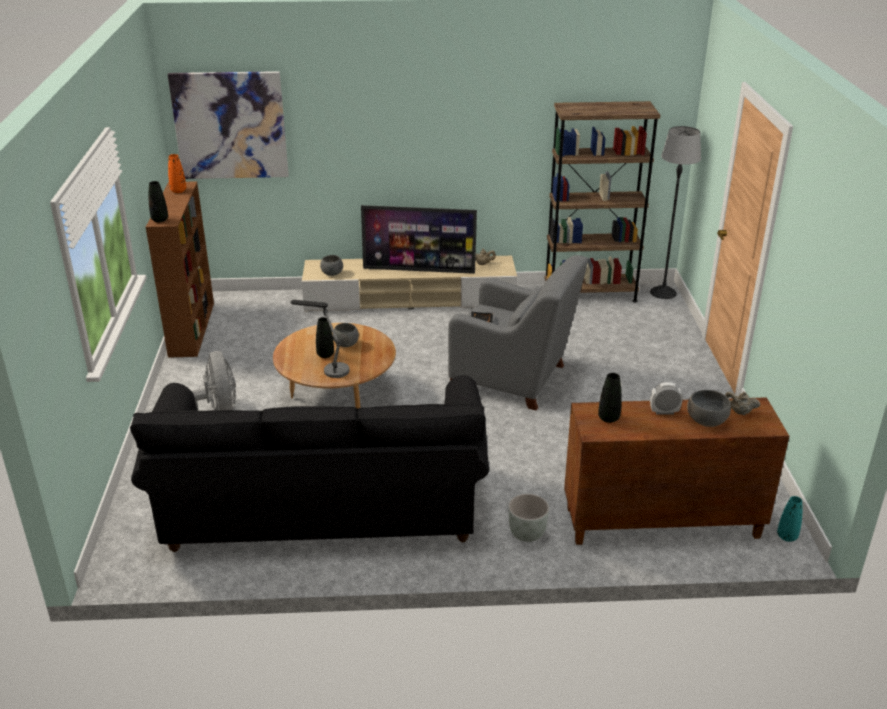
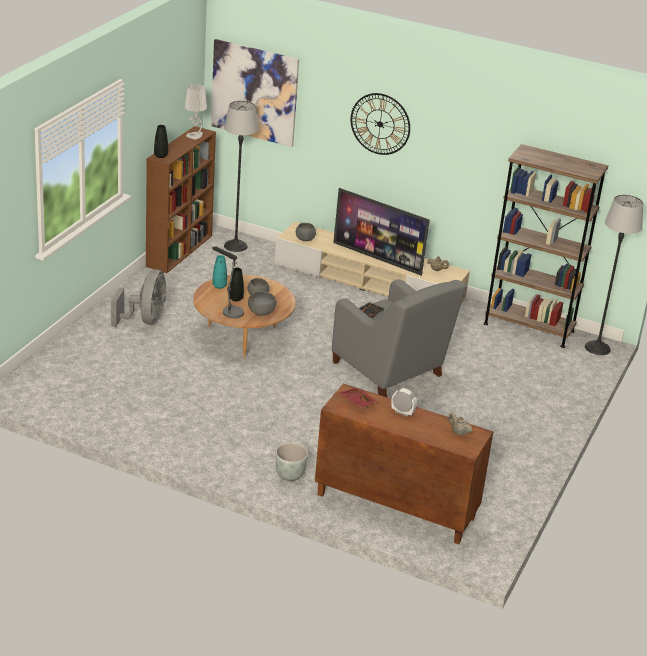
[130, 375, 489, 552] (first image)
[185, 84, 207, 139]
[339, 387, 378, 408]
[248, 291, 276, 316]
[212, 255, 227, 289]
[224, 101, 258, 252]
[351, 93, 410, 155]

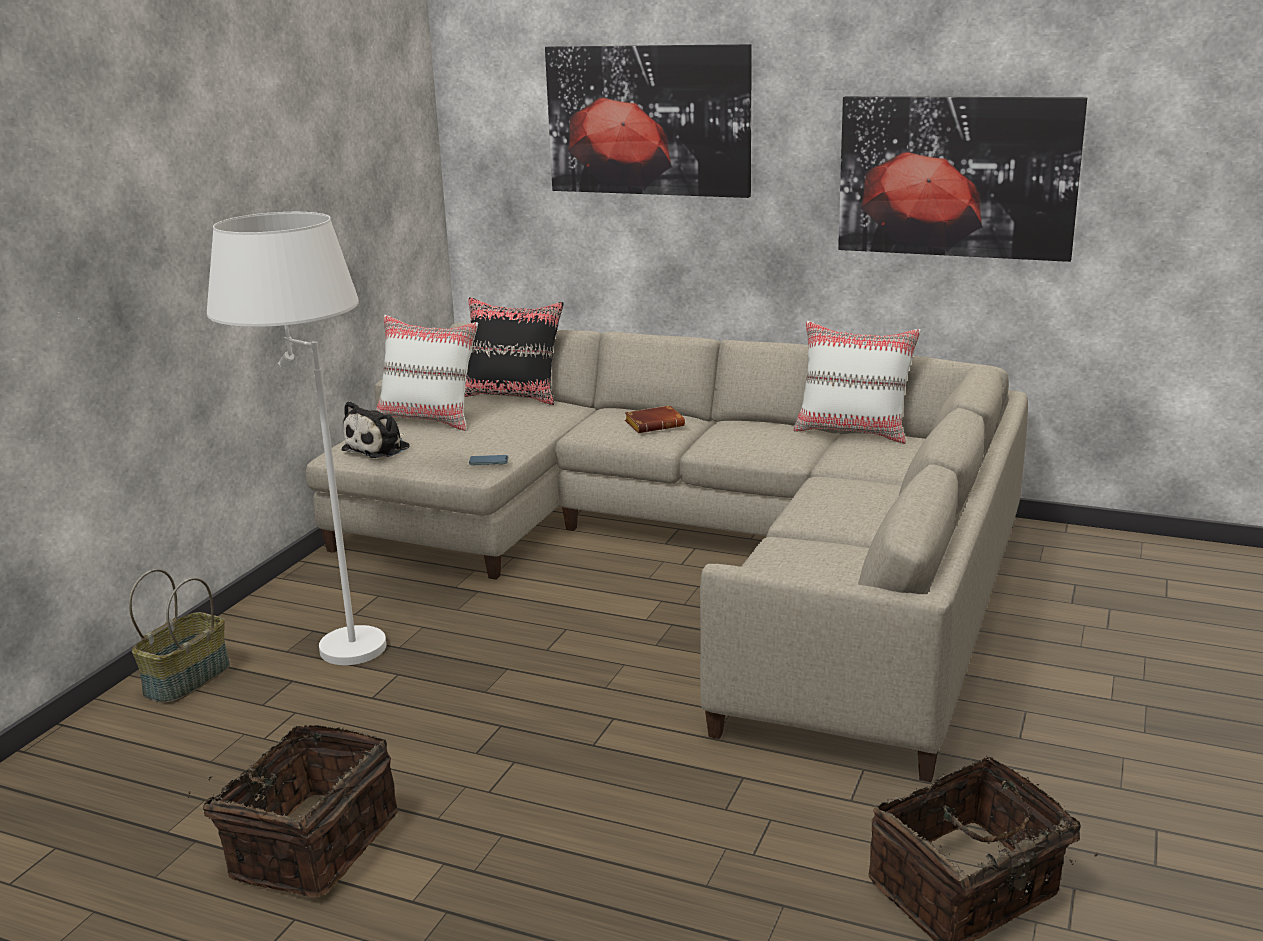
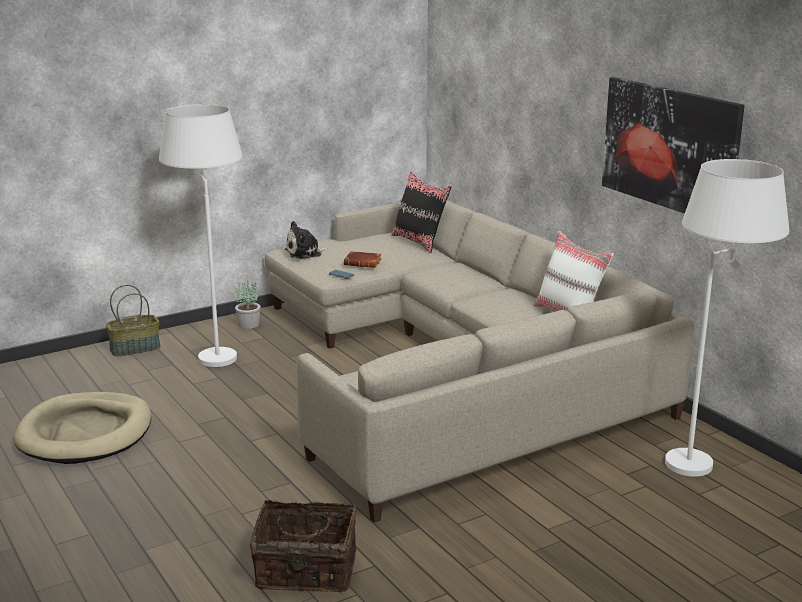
[14, 392, 151, 464]
[376, 315, 478, 431] (first image)
[545, 44, 752, 198] (first image)
[343, 251, 381, 268]
[235, 281, 261, 329]
[665, 159, 789, 477]

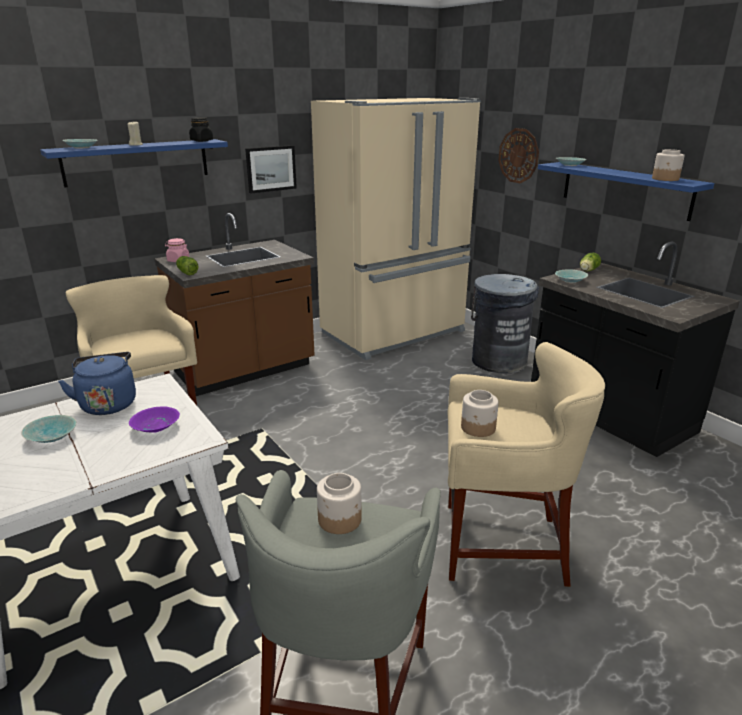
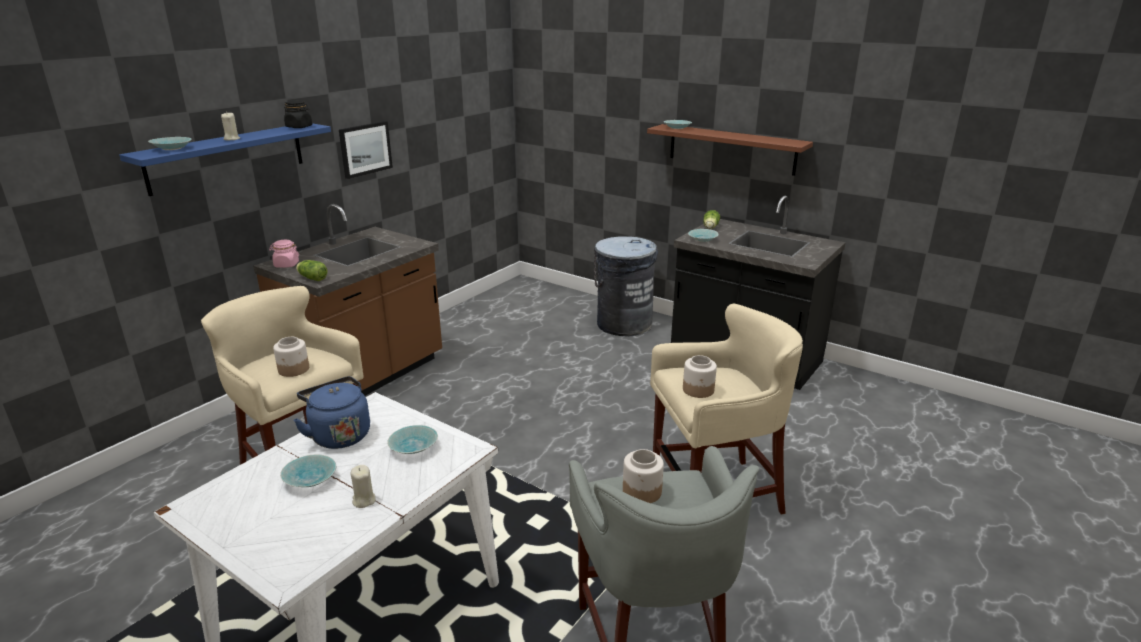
[387, 425, 438, 454]
[311, 98, 481, 360] (first image)
[498, 128, 539, 183] (first image)
[647, 124, 813, 176]
[273, 337, 309, 377]
[350, 465, 376, 508]

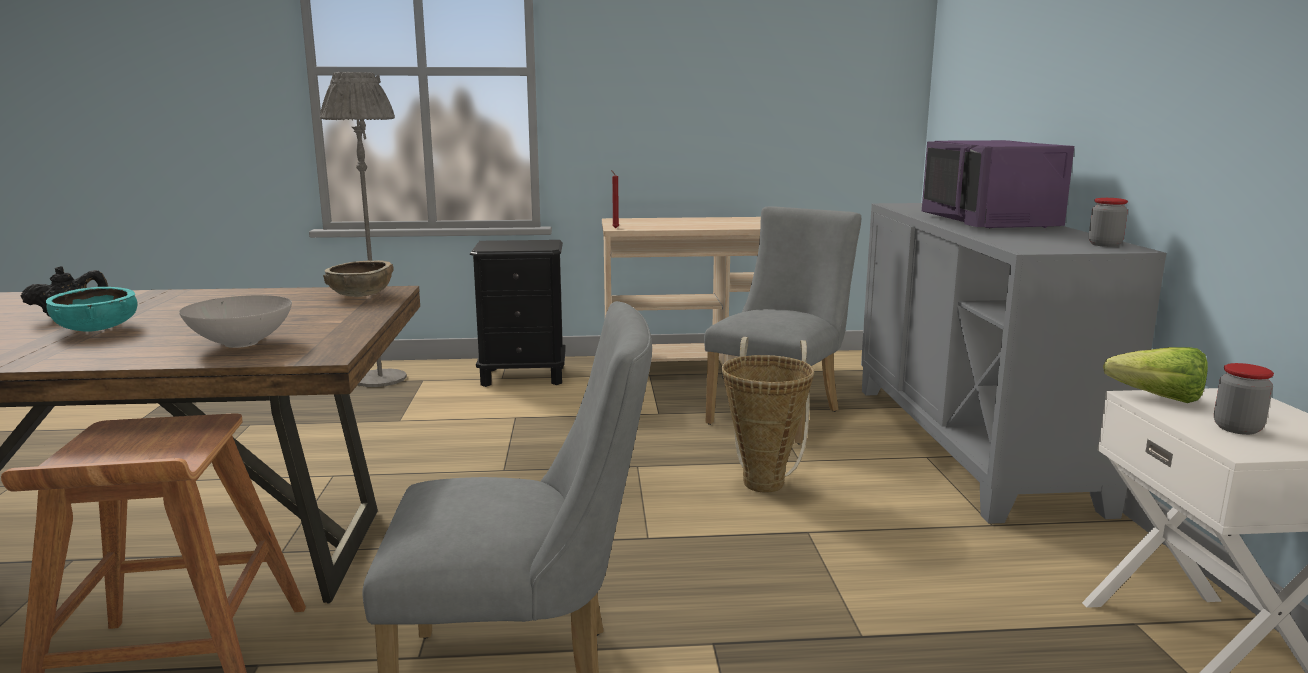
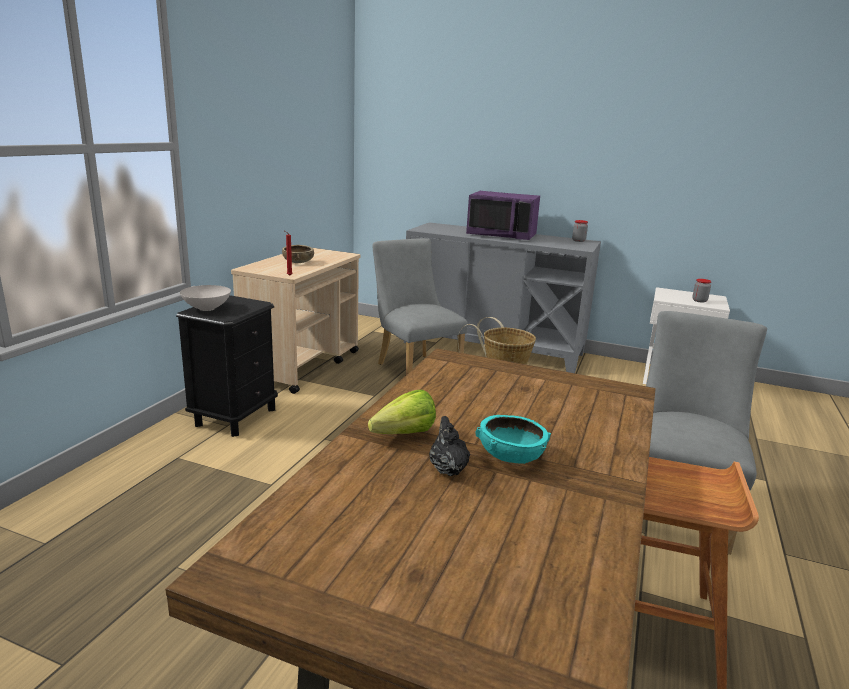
[180, 285, 231, 311]
[320, 72, 407, 387] (first image)
[282, 245, 314, 263]
[368, 390, 436, 434]

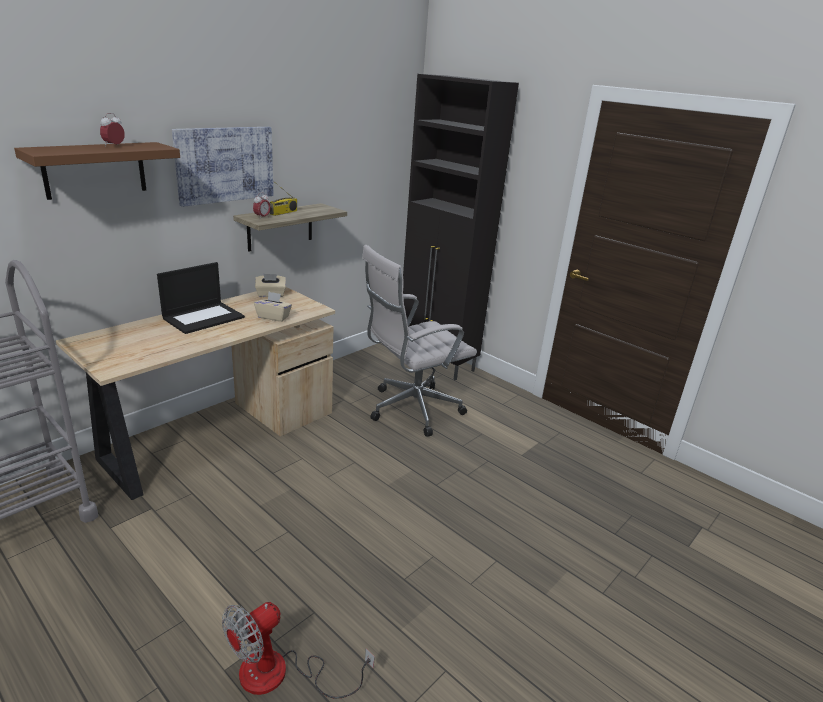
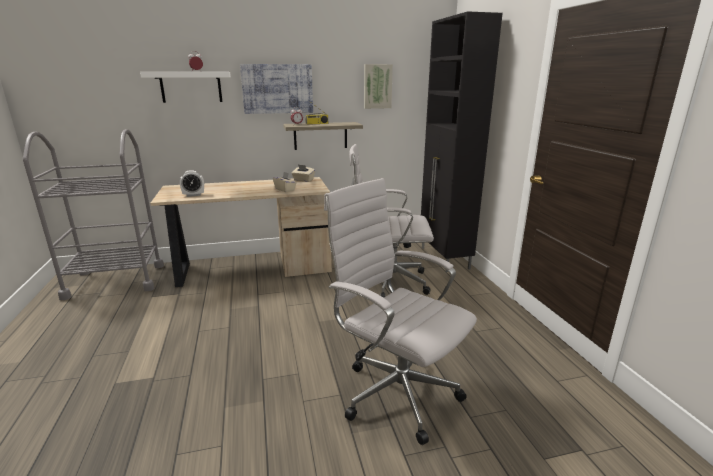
[140, 72, 231, 103]
[157, 262, 245, 334] (first image)
[222, 602, 375, 699] (first image)
[180, 170, 204, 197]
[324, 178, 477, 445]
[364, 64, 393, 109]

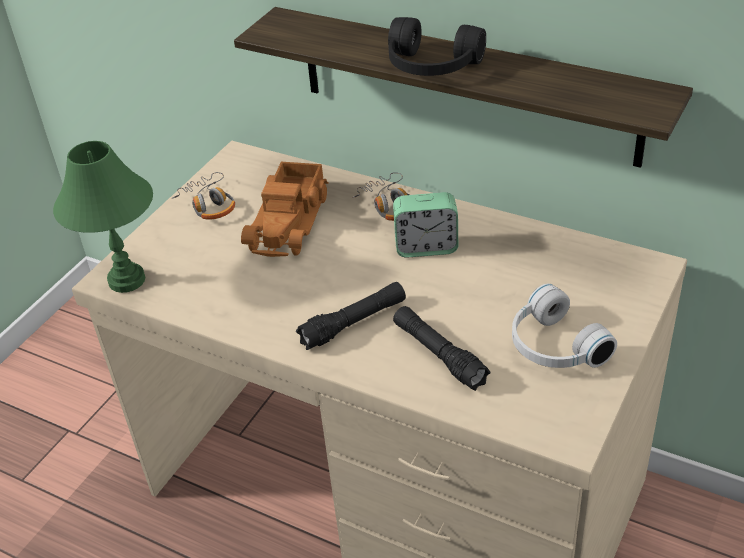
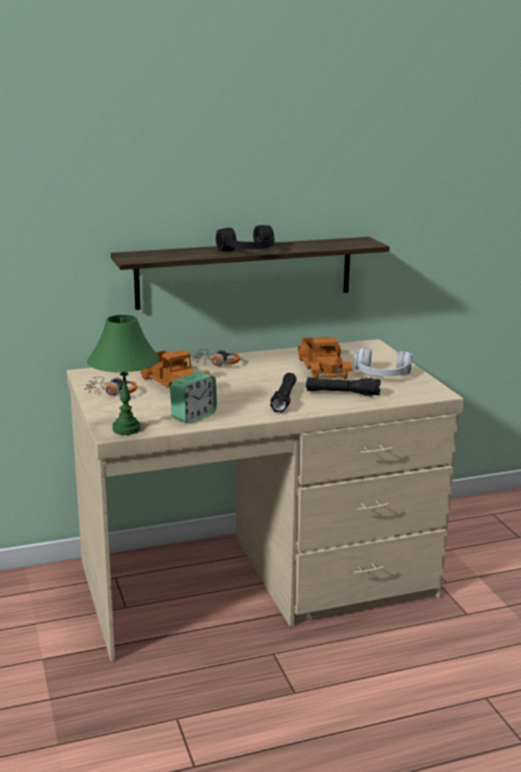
[170, 372, 217, 423]
[298, 337, 352, 379]

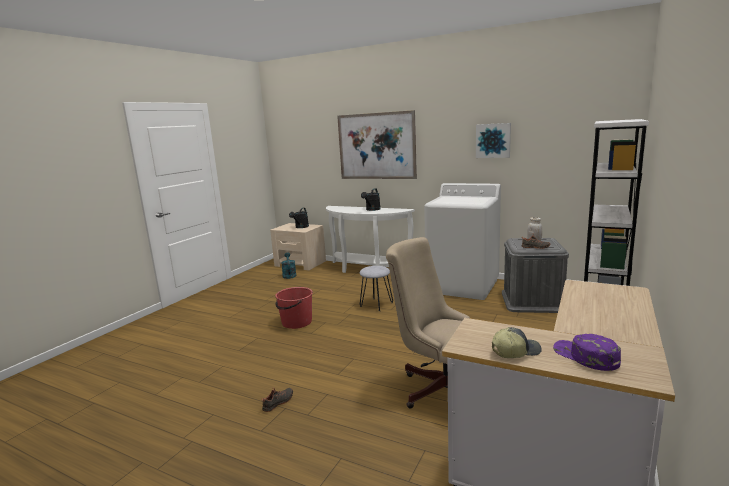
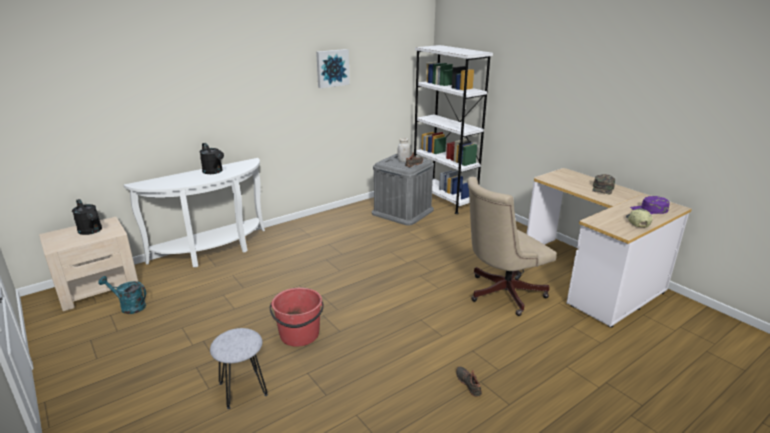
[337, 110, 417, 179] (first image)
[210, 328, 268, 409]
[424, 183, 501, 300] (first image)
[592, 174, 615, 194]

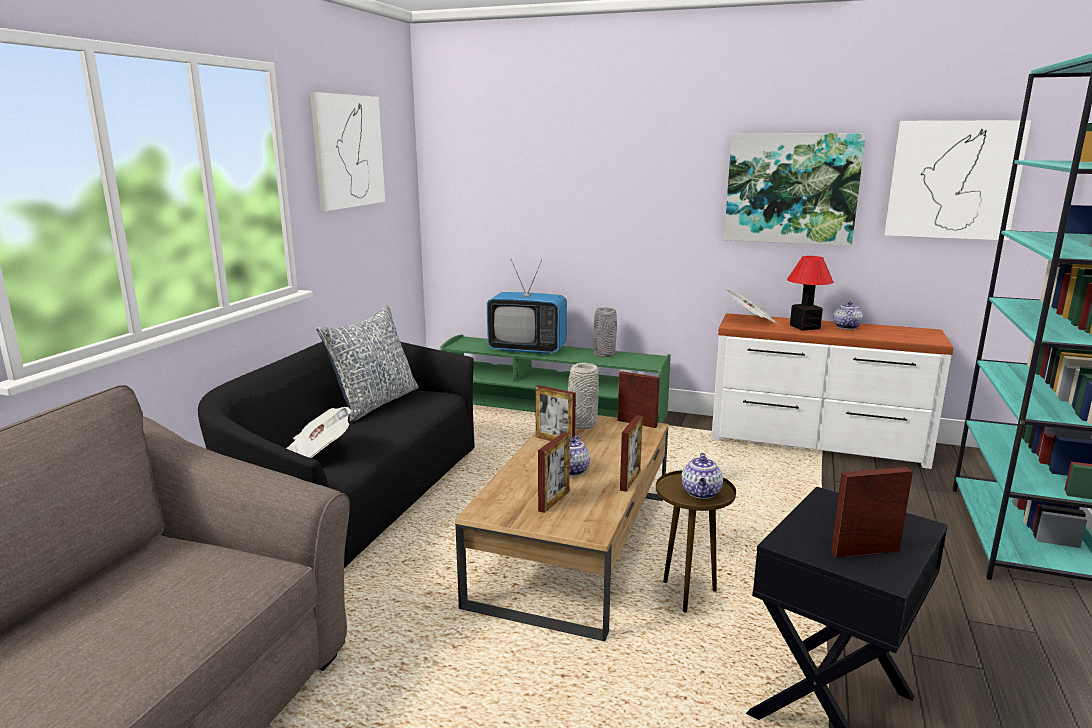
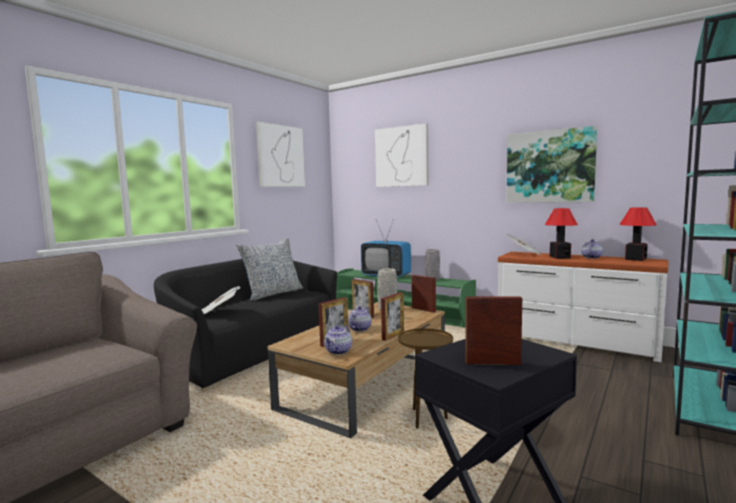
[324, 325, 352, 355]
[375, 123, 429, 187]
[619, 207, 656, 261]

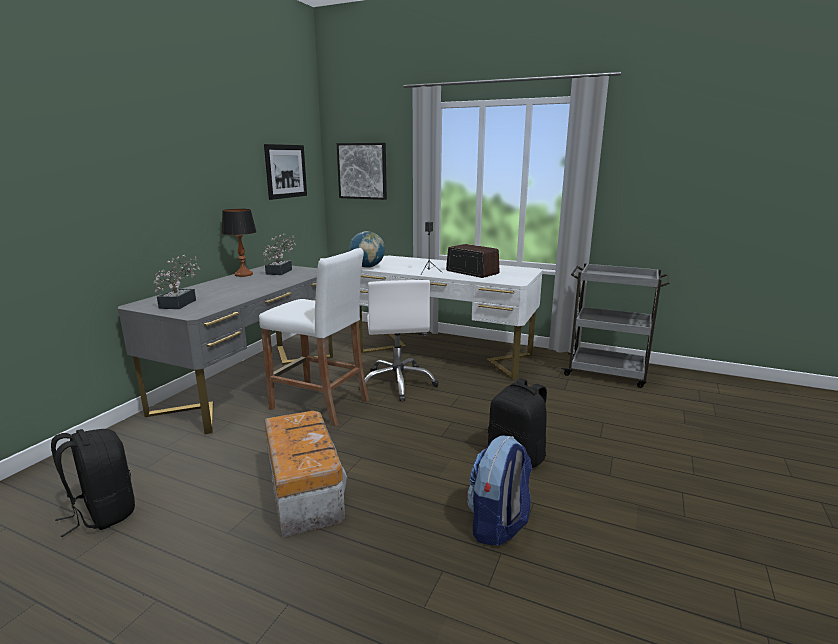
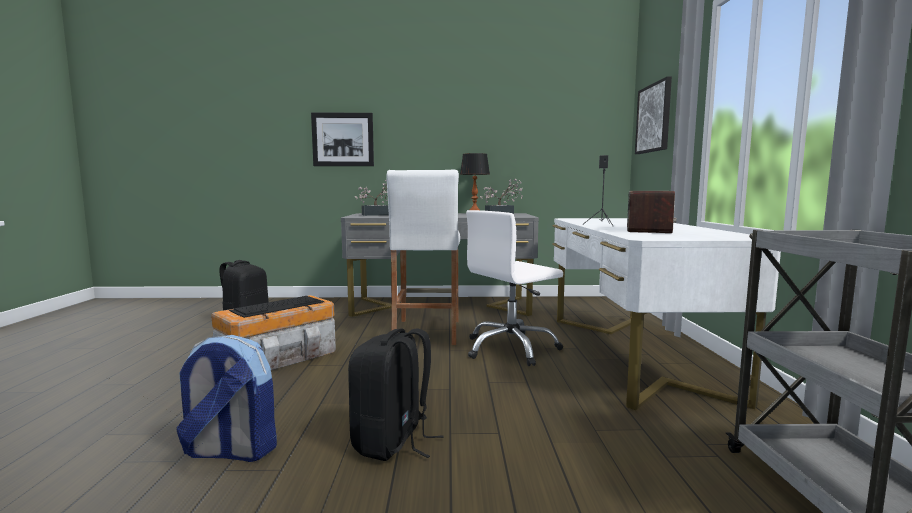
[311, 113, 374, 166]
[349, 231, 385, 268] (first image)
[229, 296, 324, 318]

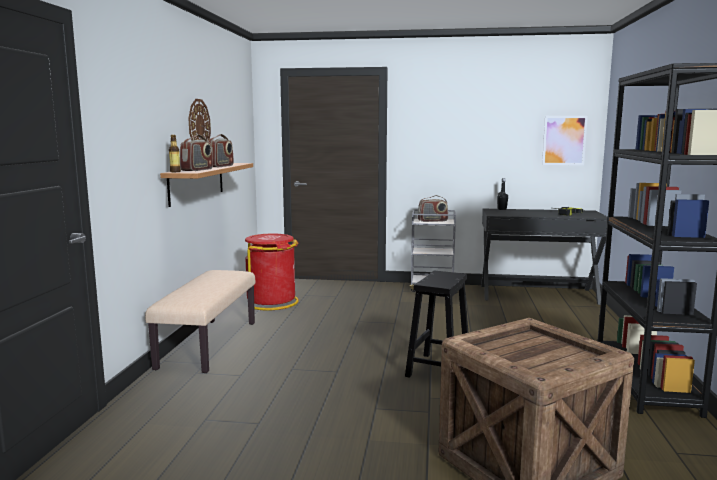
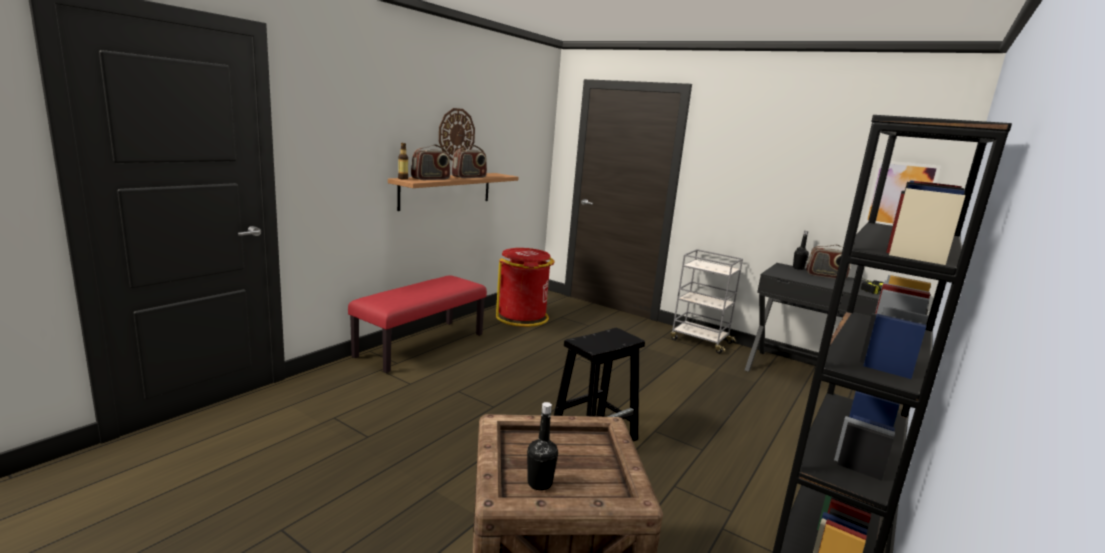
[348, 275, 487, 373]
[806, 245, 851, 279]
[527, 402, 558, 491]

